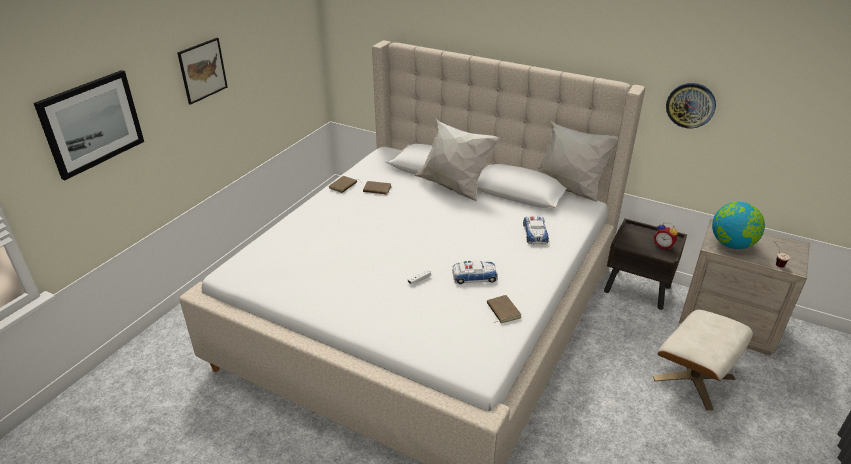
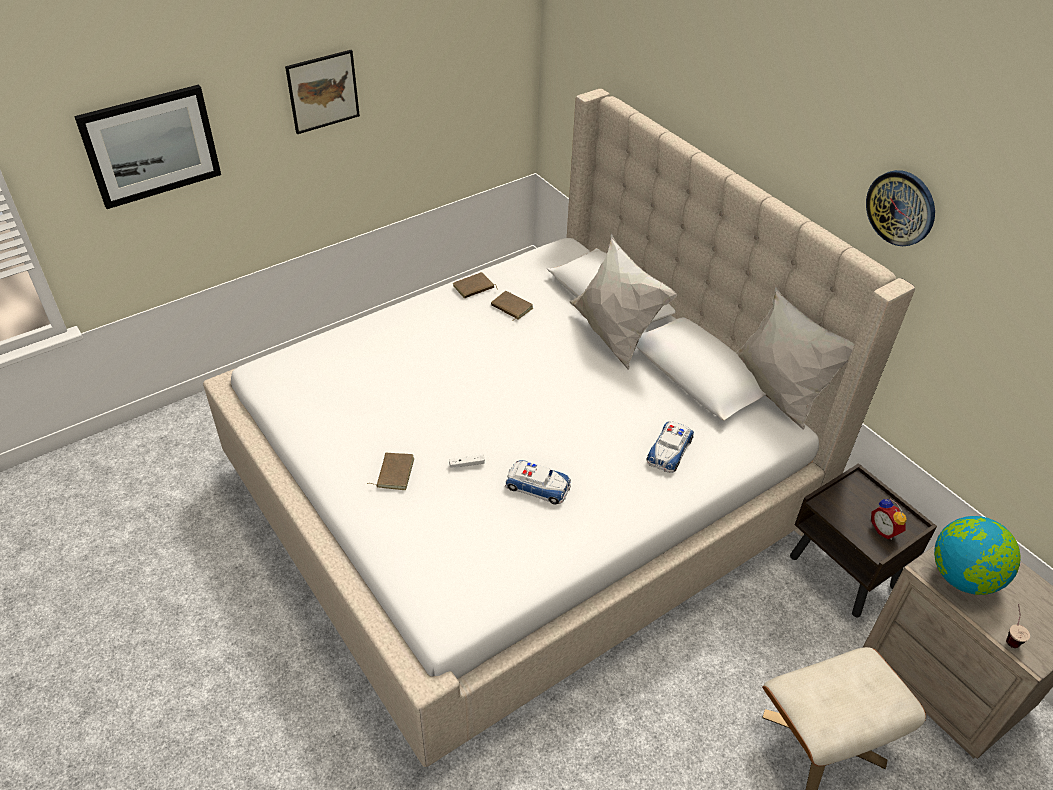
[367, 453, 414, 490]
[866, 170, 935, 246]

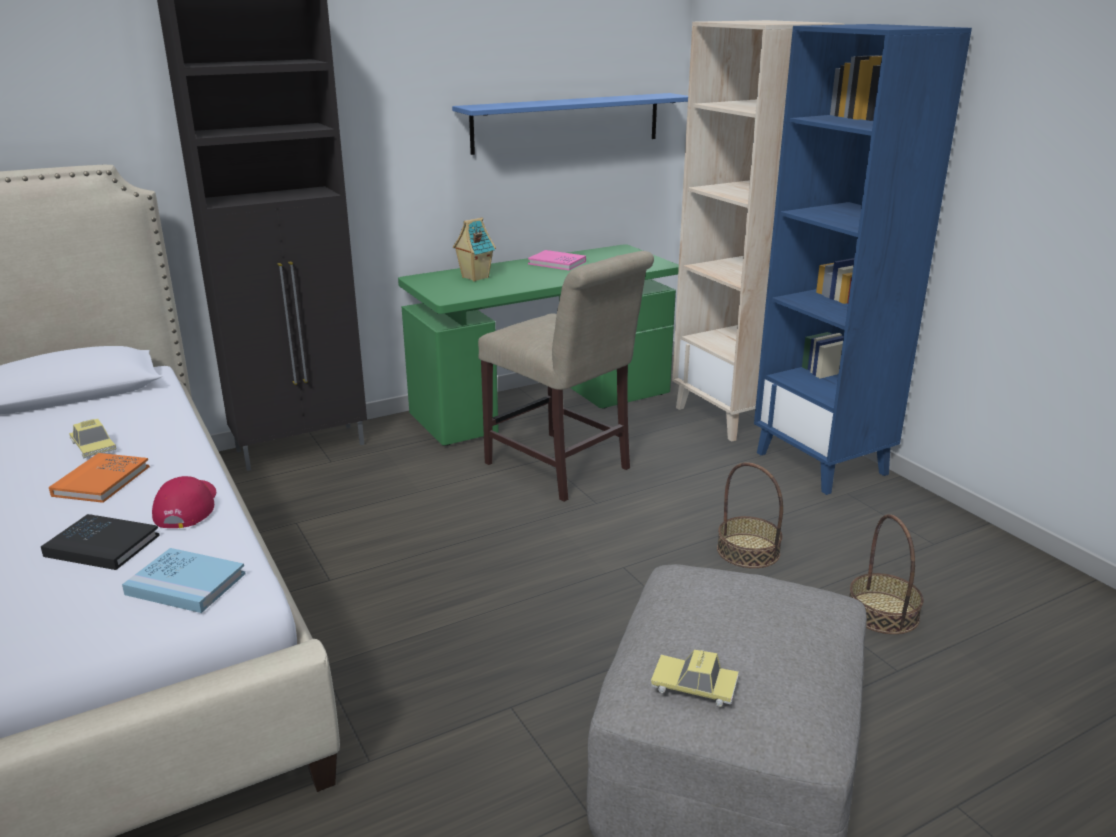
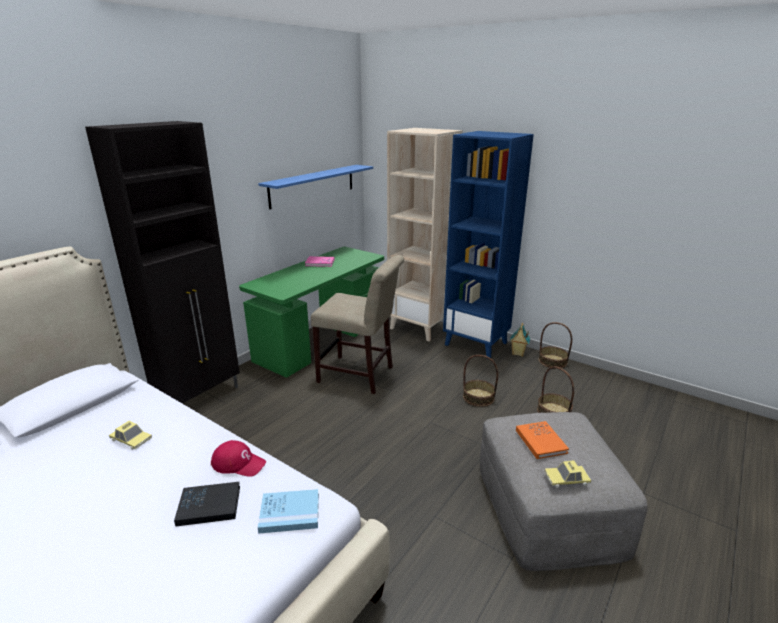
[516, 421, 569, 459]
[211, 440, 266, 477]
[510, 323, 530, 357]
[539, 322, 572, 368]

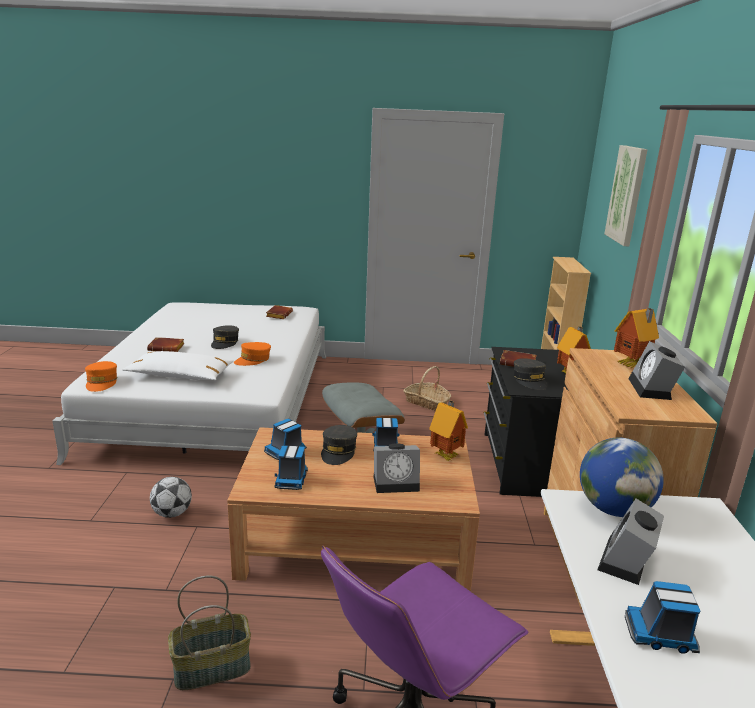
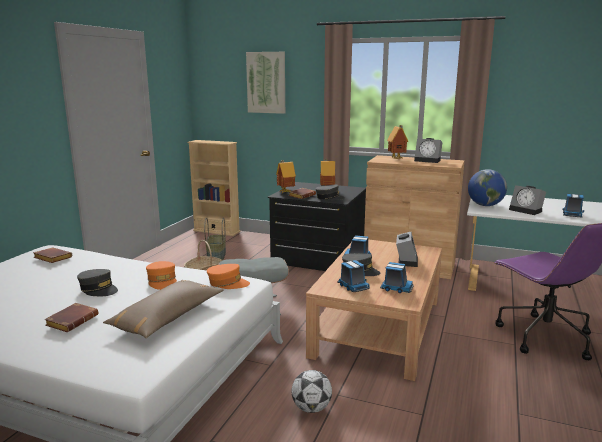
[207, 264, 250, 289]
[103, 280, 224, 338]
[204, 218, 226, 260]
[276, 160, 296, 194]

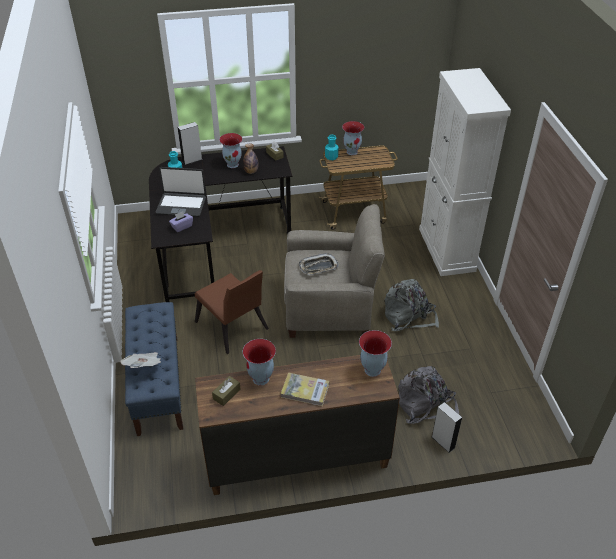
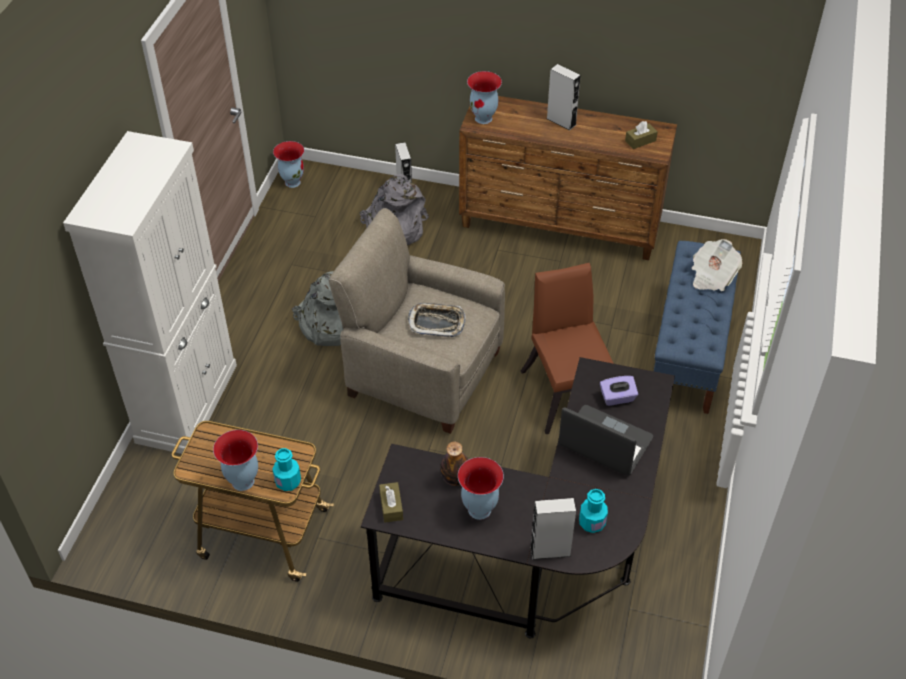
[273, 141, 304, 188]
[547, 64, 581, 130]

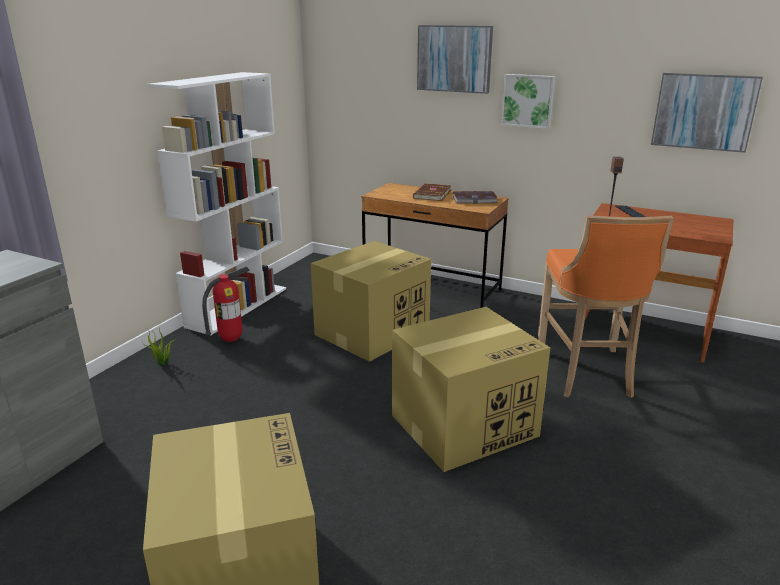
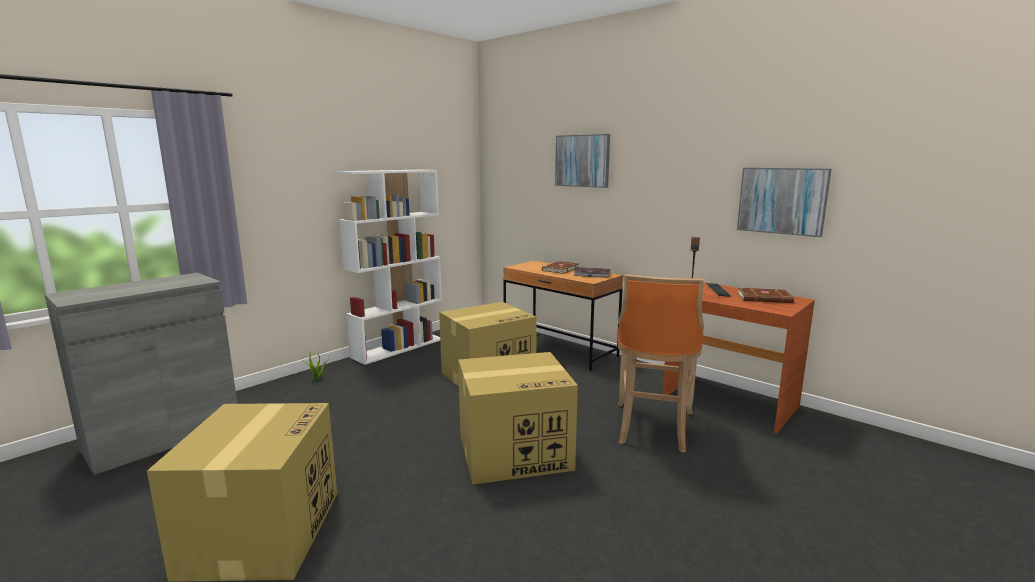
[202, 266, 250, 342] (first image)
[501, 74, 555, 129] (first image)
[738, 288, 794, 303]

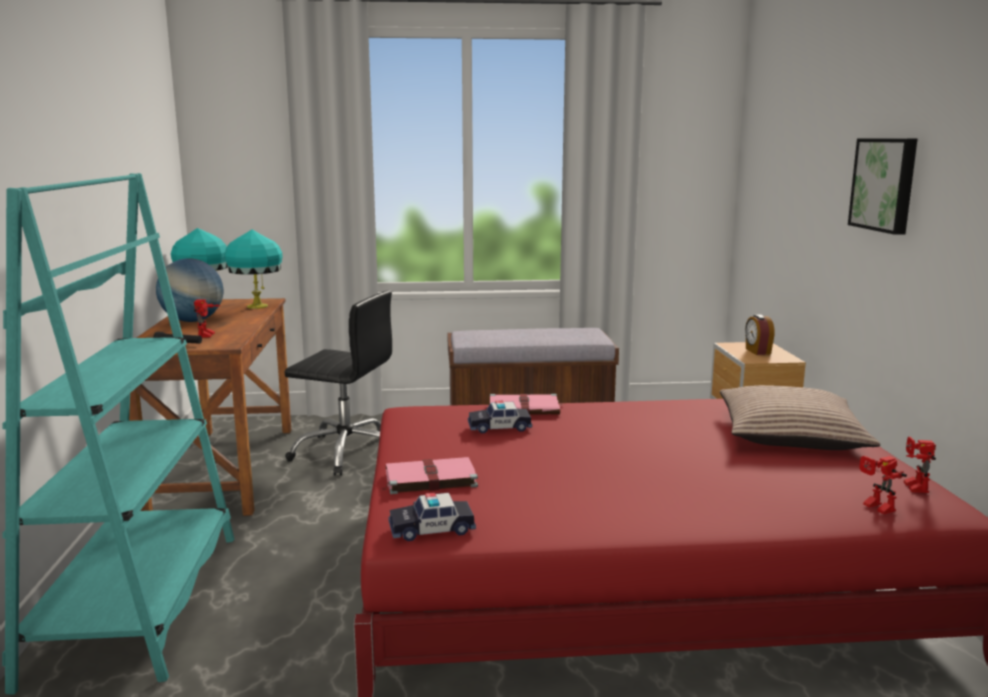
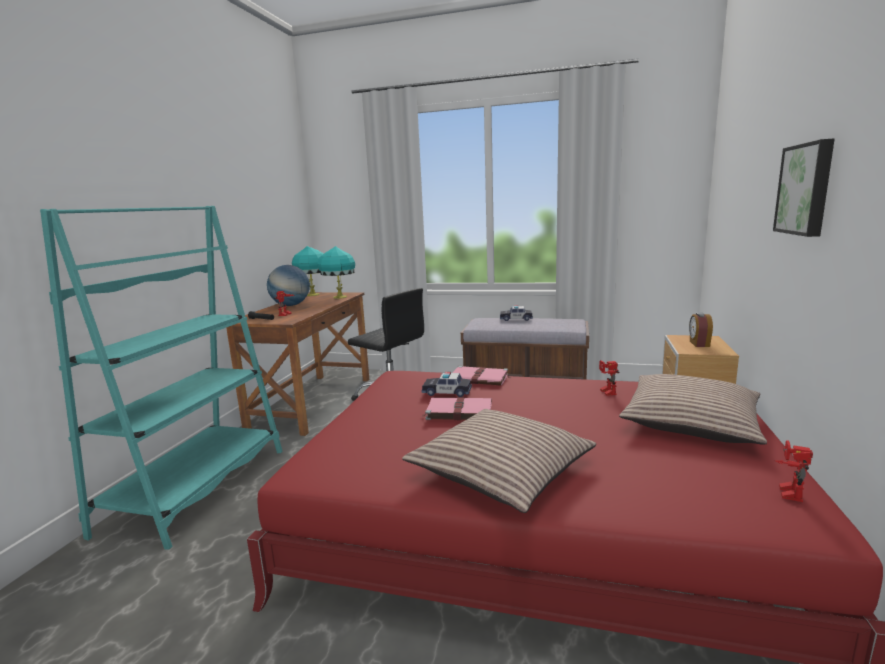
[423, 397, 492, 420]
[500, 305, 533, 321]
[599, 360, 619, 396]
[402, 409, 596, 513]

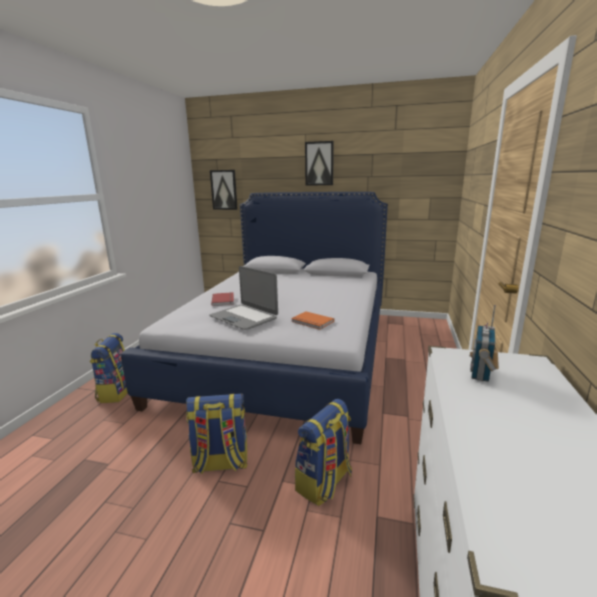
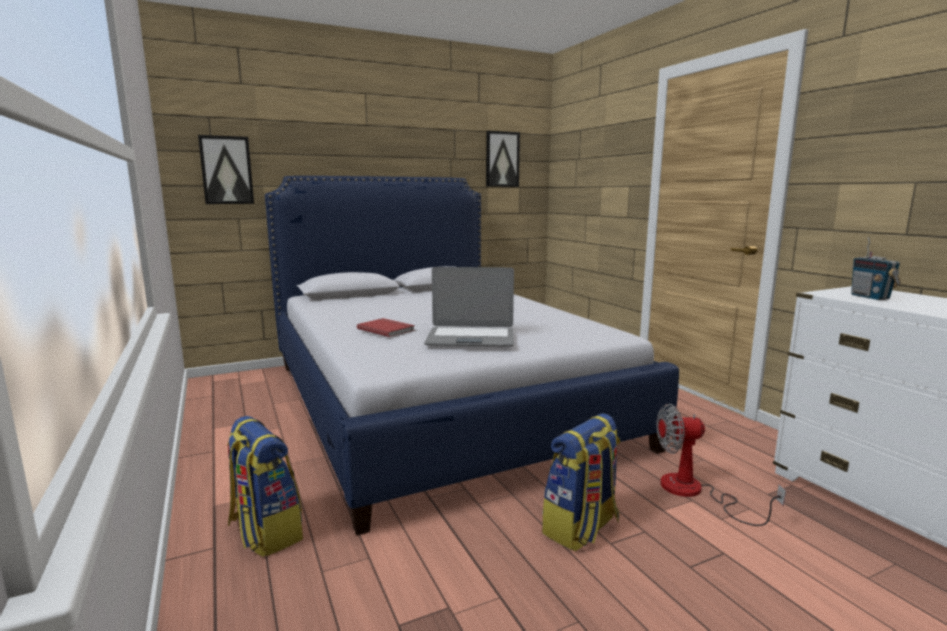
[291, 312, 334, 330] (first image)
[657, 404, 786, 526]
[486, 131, 520, 187]

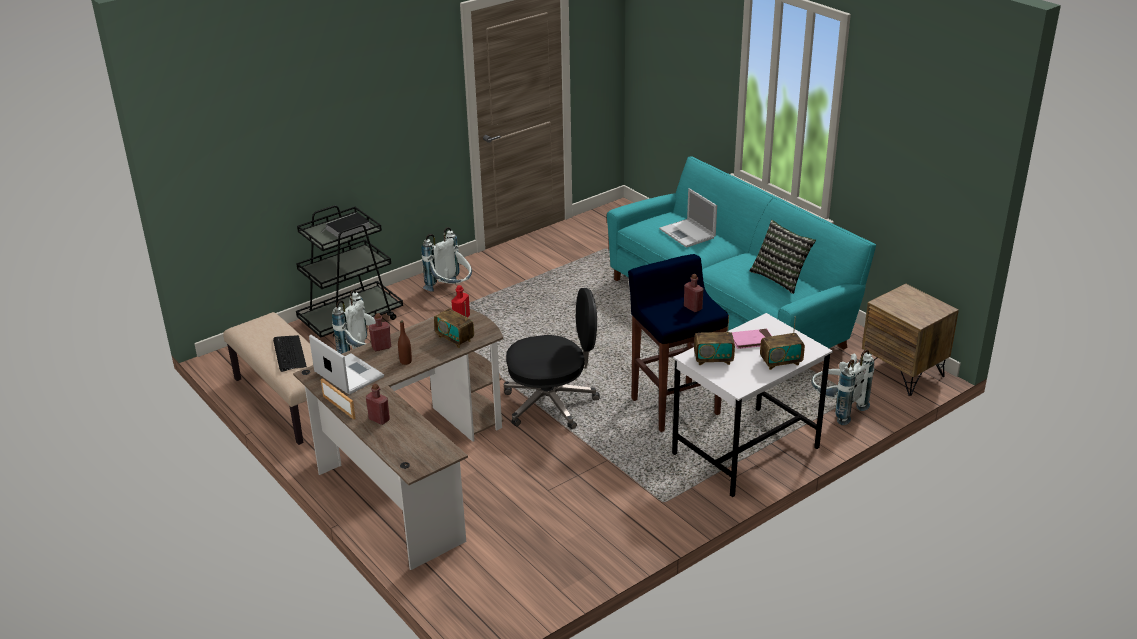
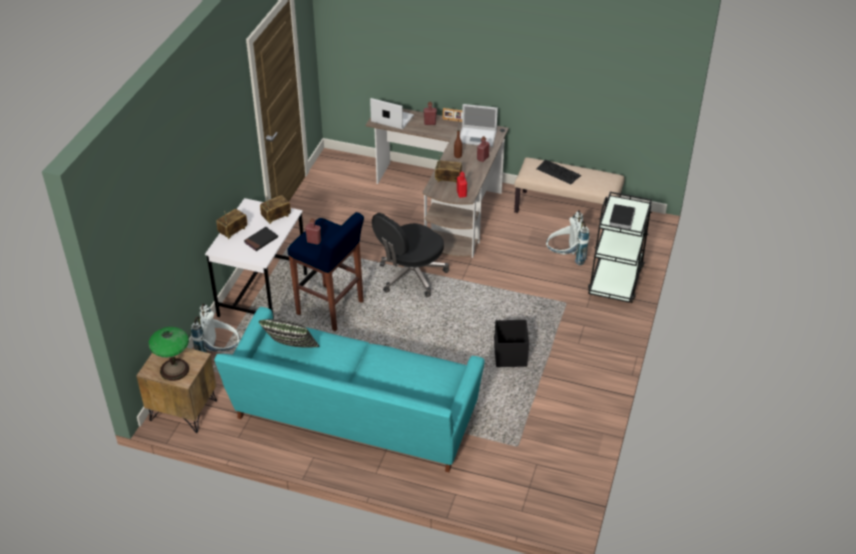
[421, 227, 472, 292] (first image)
[370, 98, 414, 130]
[244, 227, 278, 251]
[149, 327, 189, 381]
[494, 320, 529, 367]

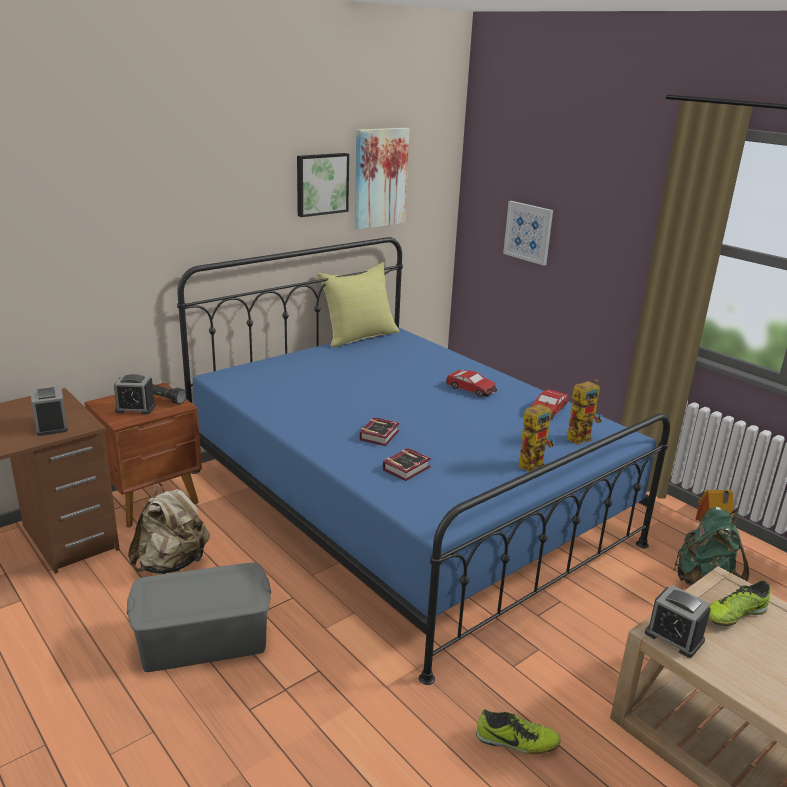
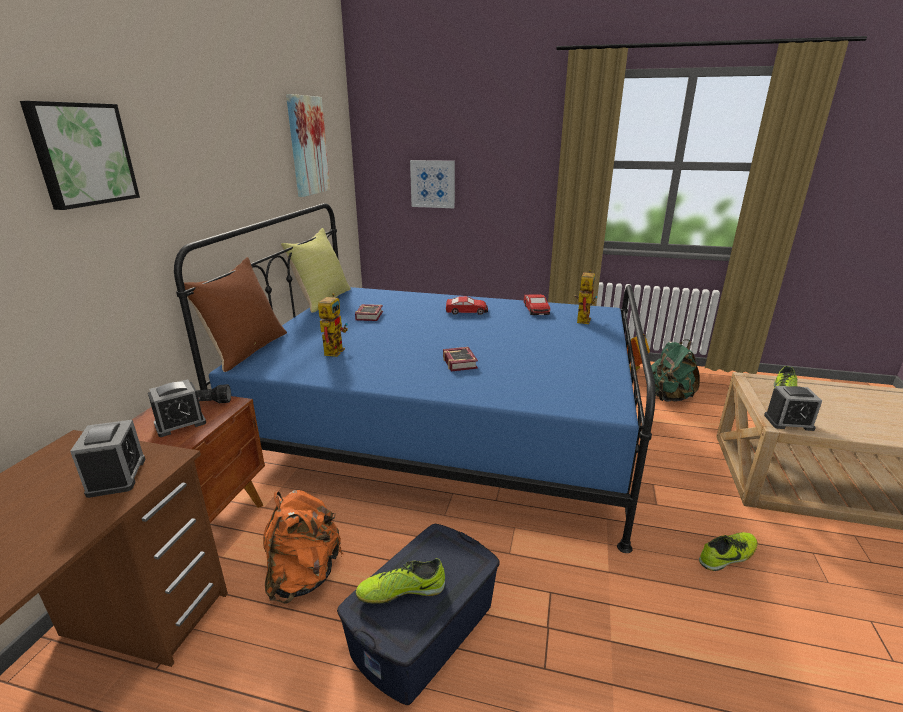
[70, 420, 145, 498]
[337, 524, 500, 705]
[263, 490, 343, 604]
[20, 101, 140, 210]
[355, 304, 383, 321]
[318, 293, 348, 357]
[184, 257, 287, 372]
[356, 558, 445, 604]

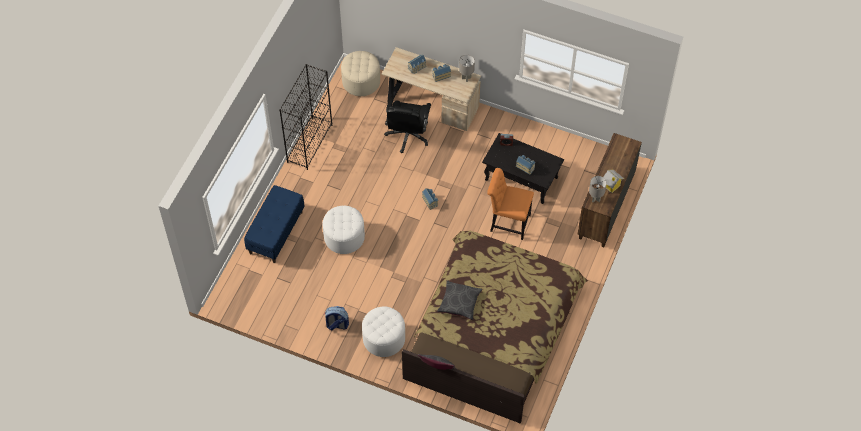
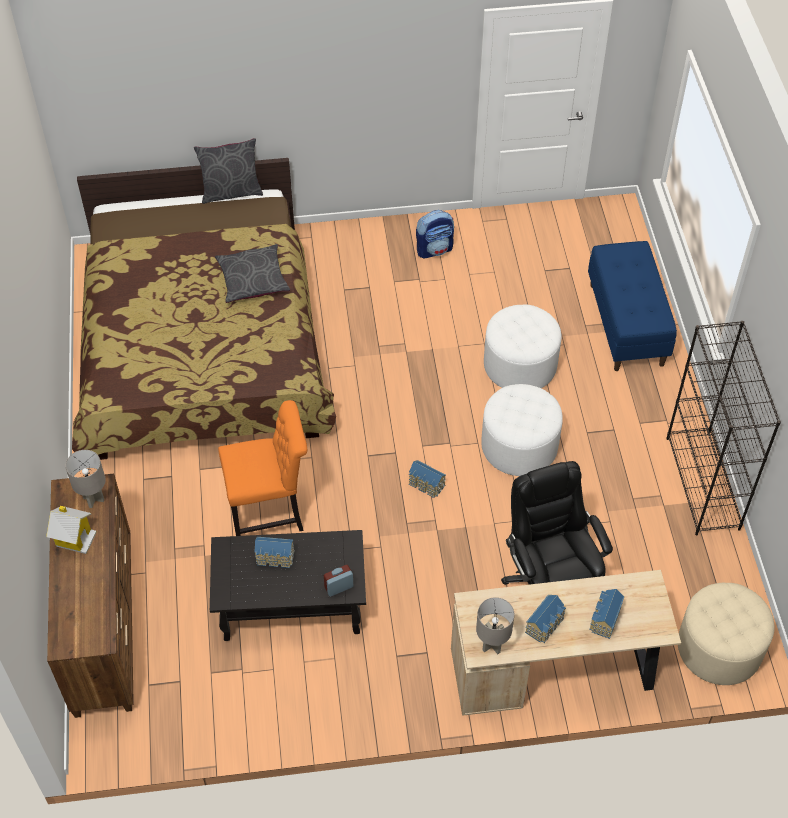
[481, 384, 563, 476]

